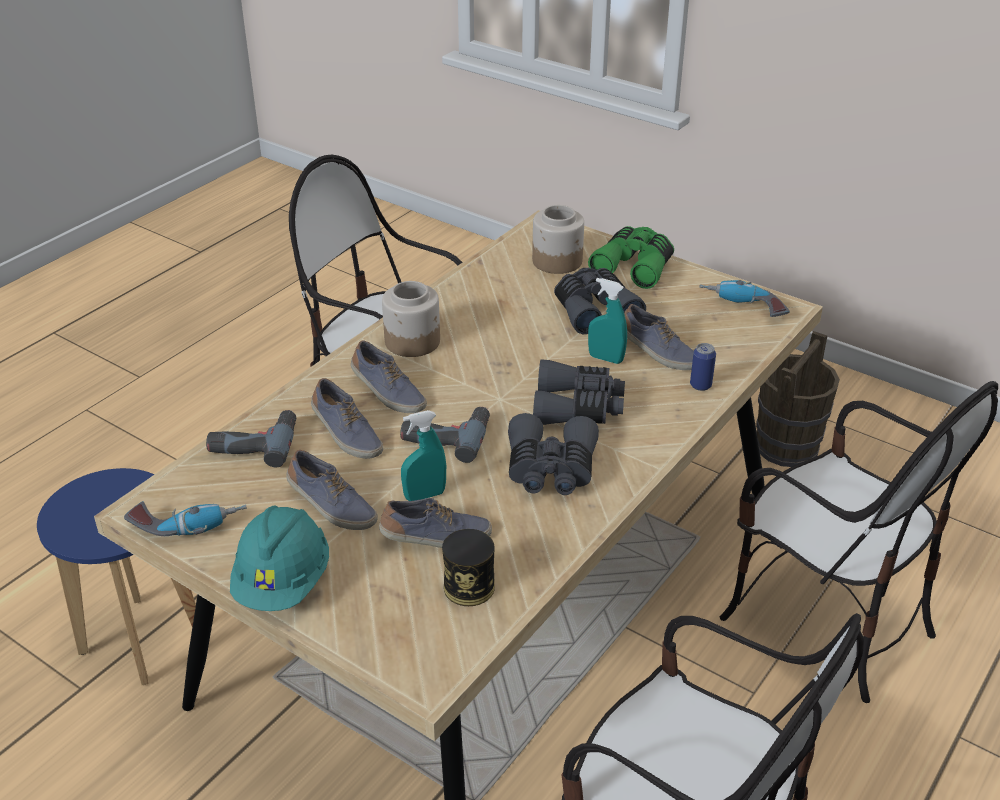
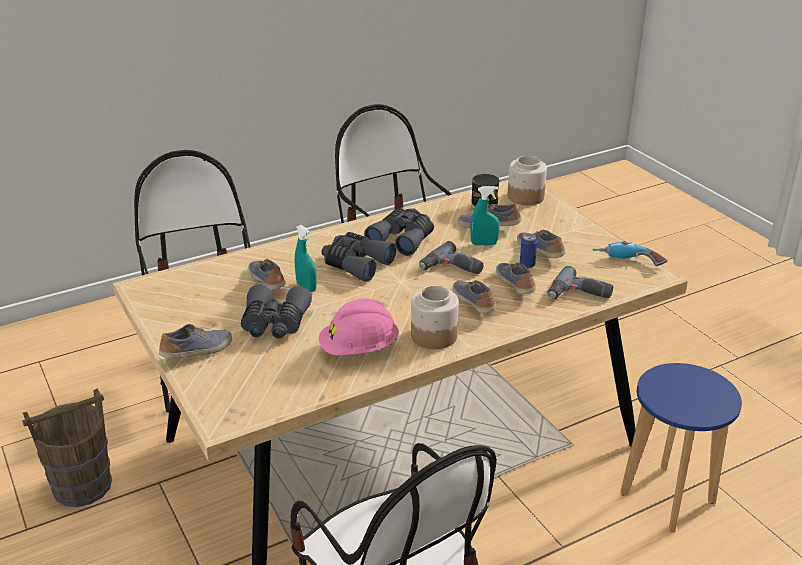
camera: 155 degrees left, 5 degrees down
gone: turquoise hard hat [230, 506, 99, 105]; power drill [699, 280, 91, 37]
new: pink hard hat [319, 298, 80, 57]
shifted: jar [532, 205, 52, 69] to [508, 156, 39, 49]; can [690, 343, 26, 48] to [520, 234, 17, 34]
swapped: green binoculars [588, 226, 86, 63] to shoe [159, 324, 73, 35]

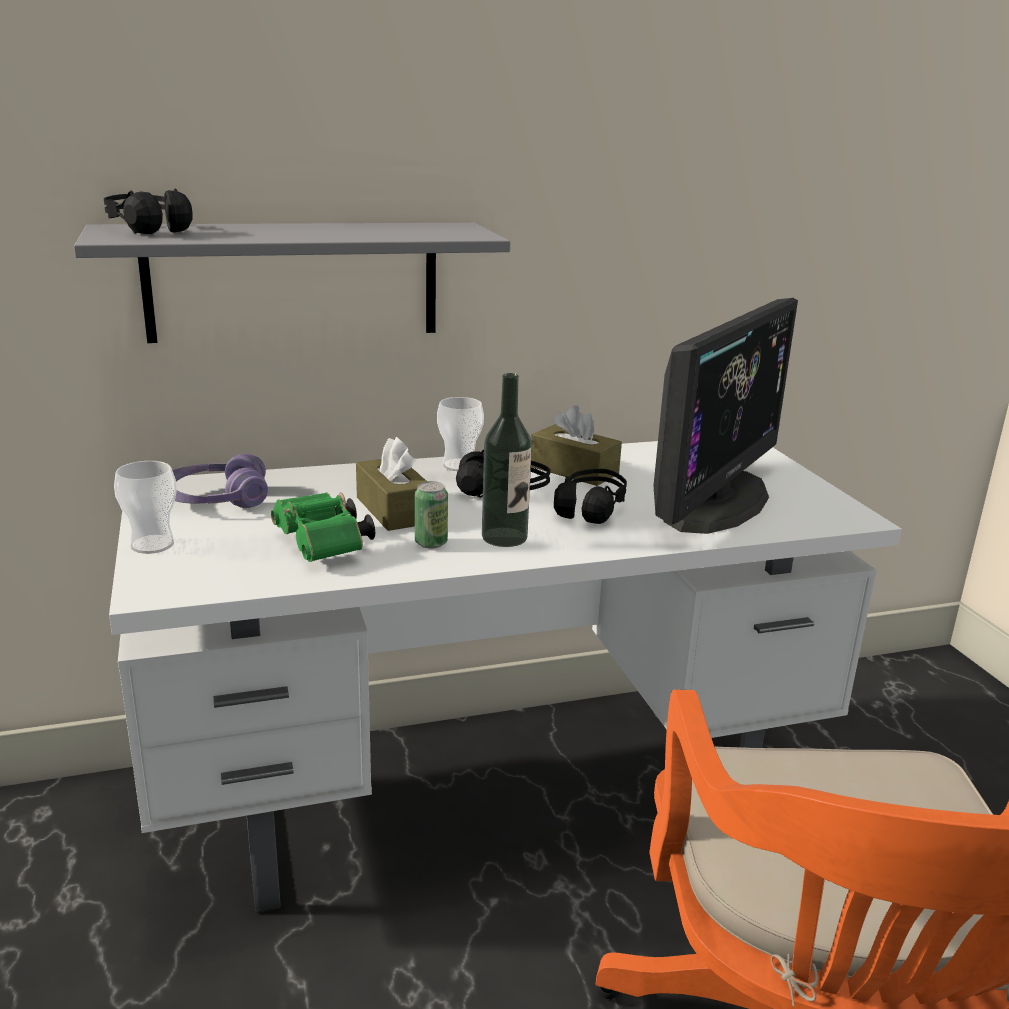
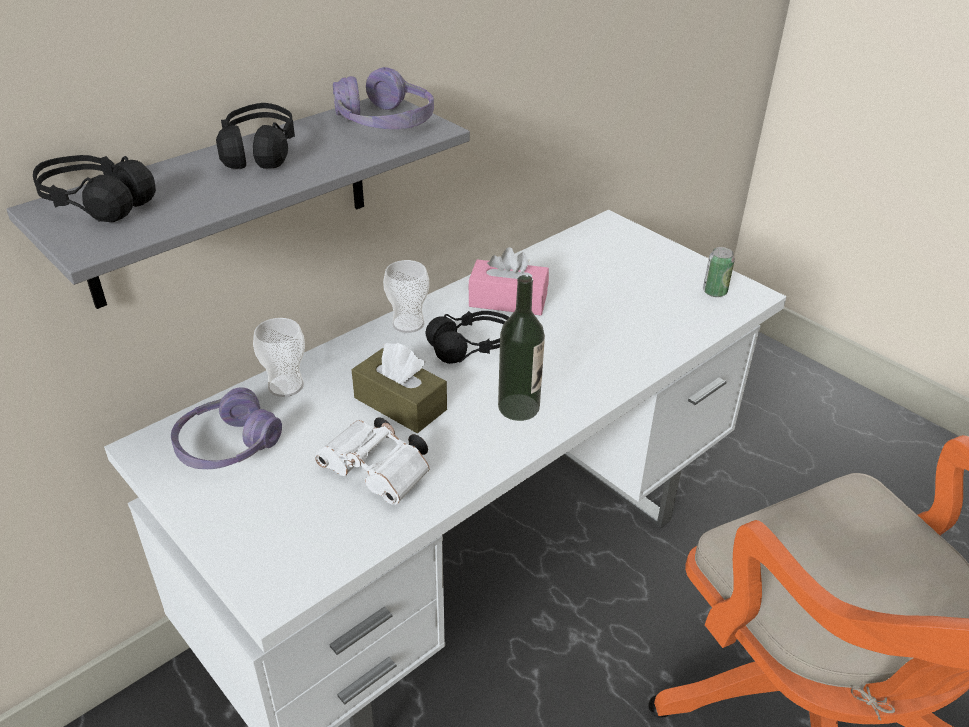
camera: 25 degrees left, 15 degrees up
gone: monitor [653, 298, 145, 236]
new: purple headphones [333, 67, 101, 62]
shifted: black headphones [554, 469, 73, 55] to [216, 103, 79, 66]; cup [114, 461, 63, 93] to [253, 318, 52, 79]; can [415, 481, 33, 68] to [703, 247, 32, 50]
repainted: green binoculars [271, 492, 104, 70] to white binoculars [315, 417, 115, 87]; brown tissue box [531, 405, 91, 81] to pink tissue box [468, 247, 81, 68]

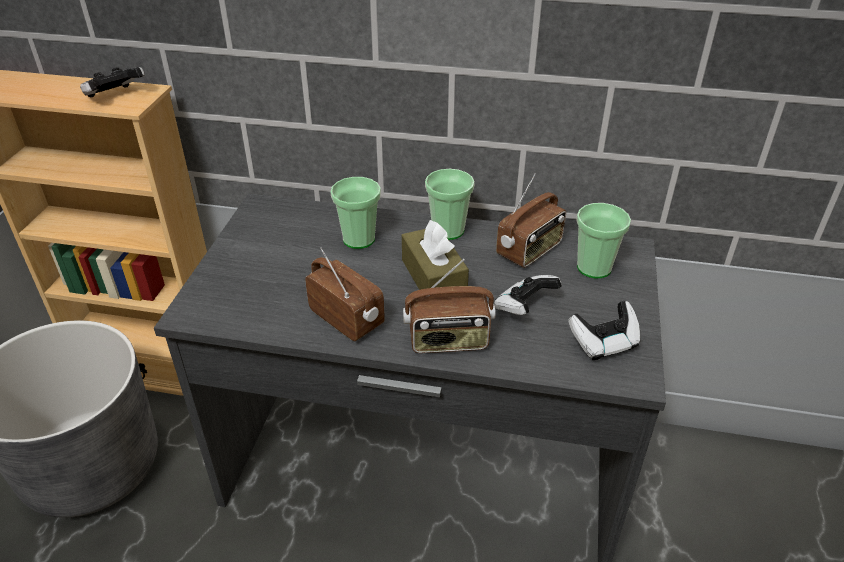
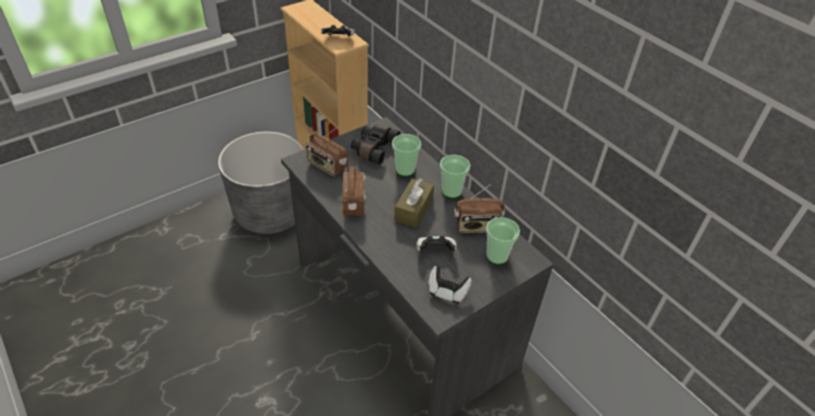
camera: 40 degrees right, 5 degrees up
new: black binoculars [351, 125, 50, 39]
shifted: radio [403, 259, 93, 94] to [306, 128, 42, 48]

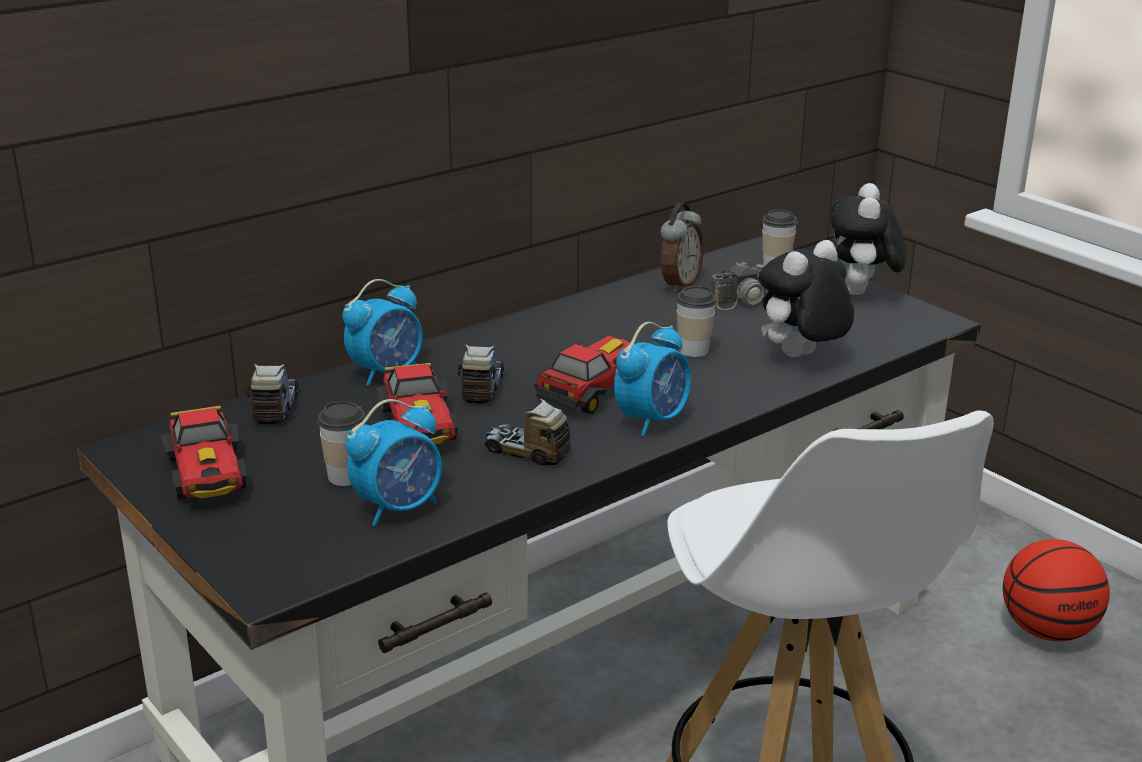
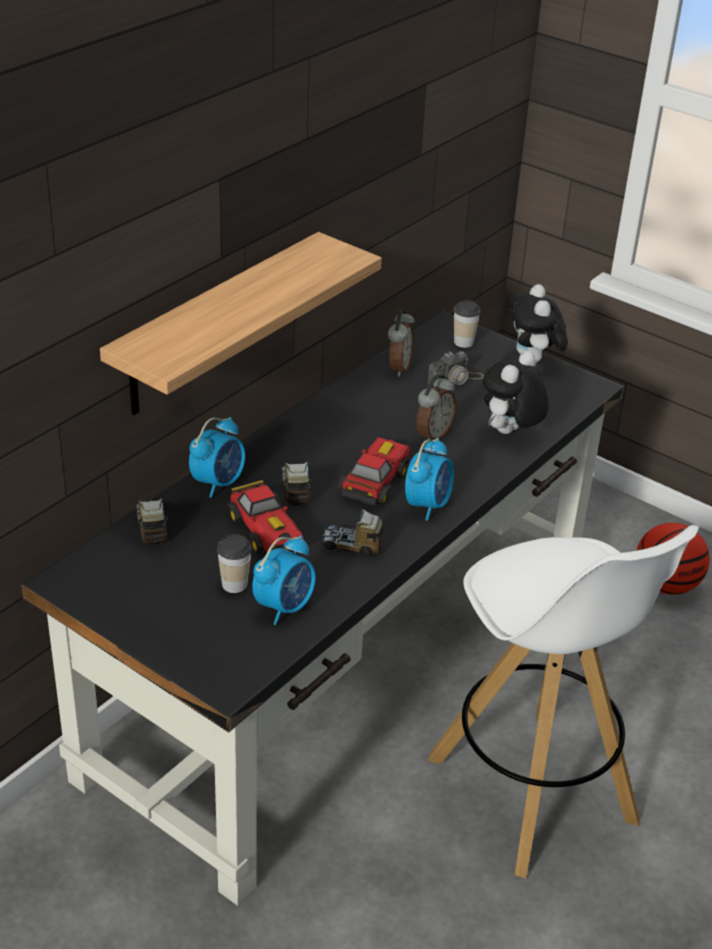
camera: 15 degrees left, 10 degrees up
gone: toy car [161, 406, 86, 93]
new: shelf [100, 232, 282, 183]
swapped: cup [676, 286, 40, 71] to alarm clock [416, 374, 41, 69]

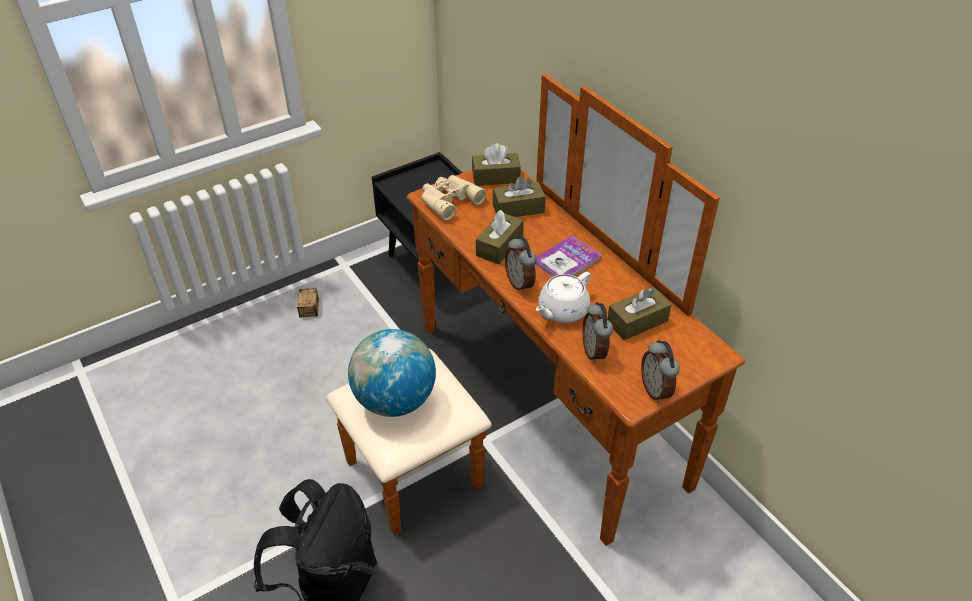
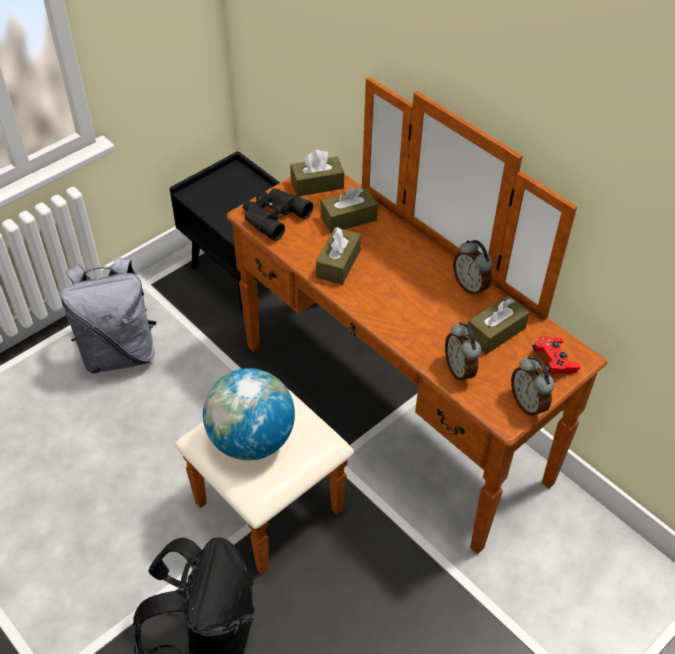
camera: 10 degrees left, 5 degrees up
gone: book [535, 235, 67, 42]; white teapot [536, 272, 55, 51]
new: red game controller [533, 336, 48, 39]
shifted: alarm clock [505, 237, 32, 57] to [453, 240, 40, 57]
swapped: storage box [297, 288, 22, 30] to grey backpack [61, 257, 96, 116]
repainted: beige binoculars [421, 175, 65, 46] to black binoculars [243, 188, 70, 53]

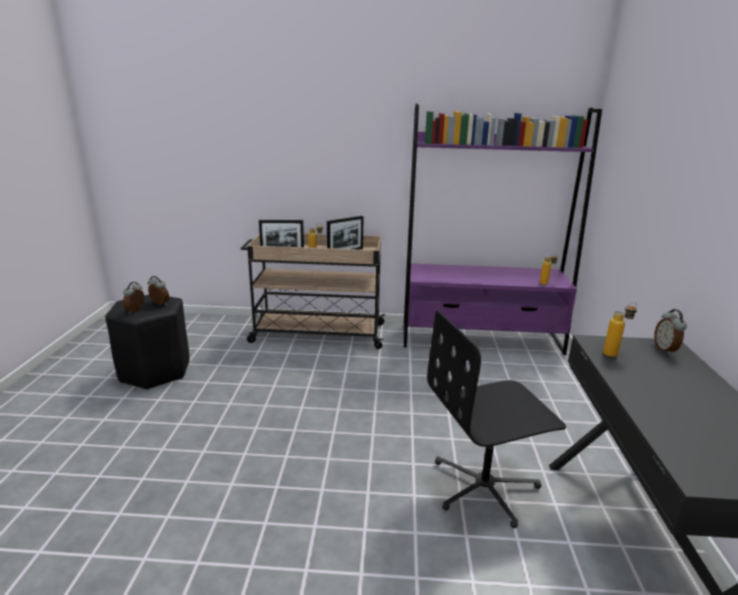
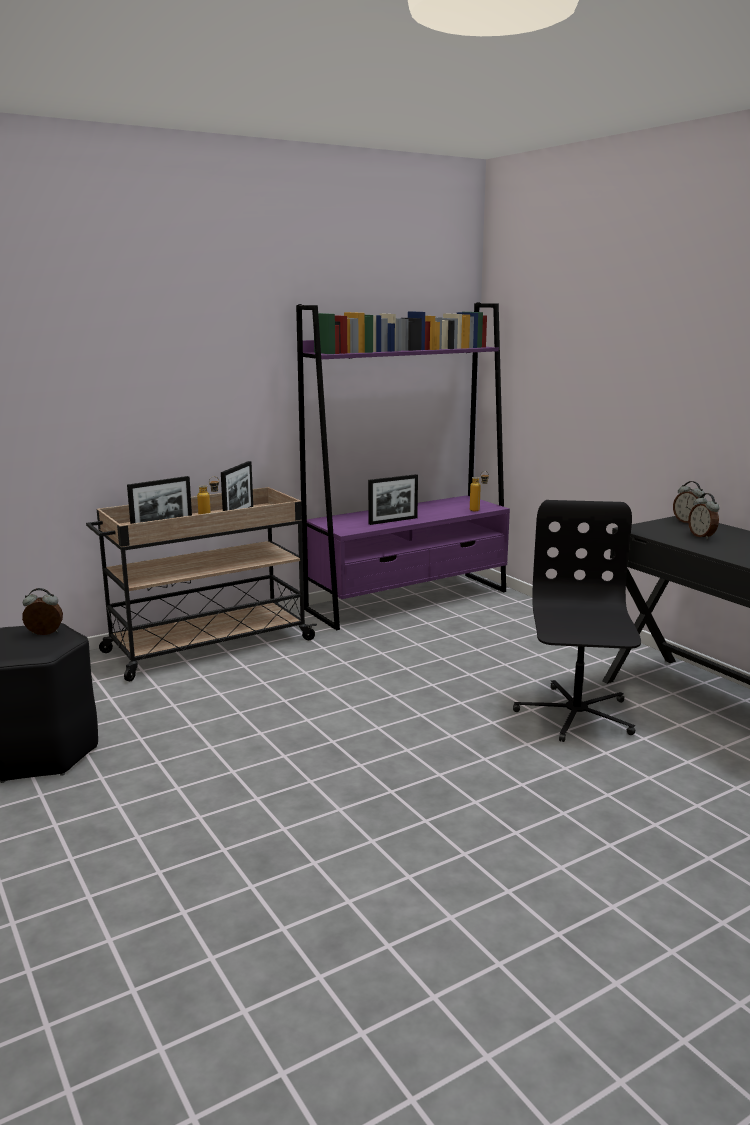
camera: 35 degrees left, 5 degrees down
gone: bottle [603, 302, 34, 55]
new: picture frame [368, 474, 50, 51]
shifted: alarm clock [123, 282, 21, 32] to [688, 493, 32, 46]
rotated: black office chair [427, 310, 139, 219] = [513, 500, 128, 242] 150 degrees clockwise

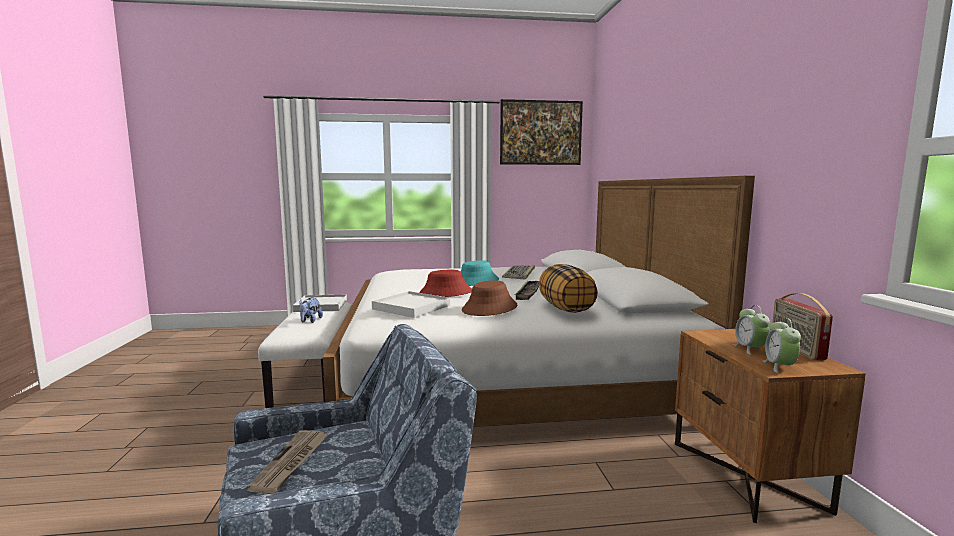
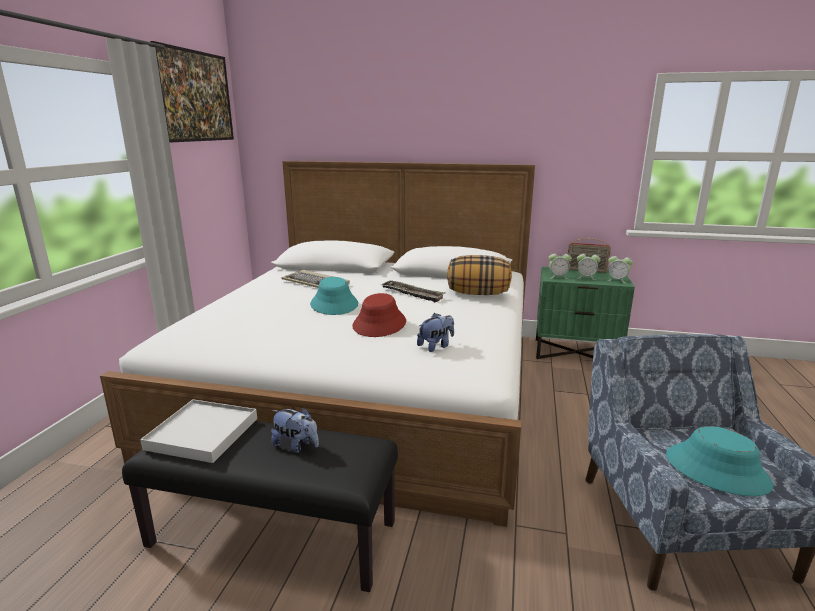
camera: 70 degrees left, 10 degrees up
gone: brown hat [462, 280, 55, 36]
new: alarm clock [548, 250, 24, 29]
swapped: white tray [372, 291, 78, 27] to plush toy [417, 313, 37, 39]; newspaper [246, 430, 83, 63] to turquoise hat [666, 426, 107, 70]
repainted: white bench [258, 302, 93, 106] to black bench [122, 421, 276, 171]; brown nightstand [675, 329, 191, 194] to green nightstand [536, 267, 99, 92]

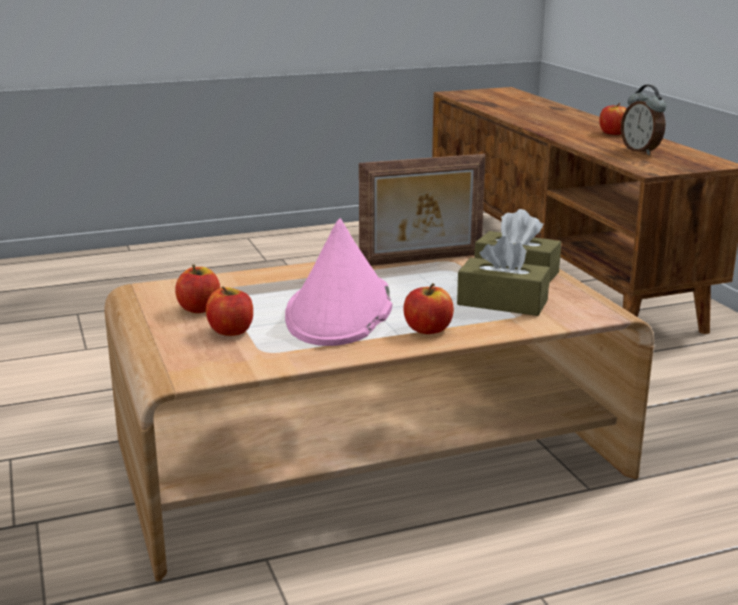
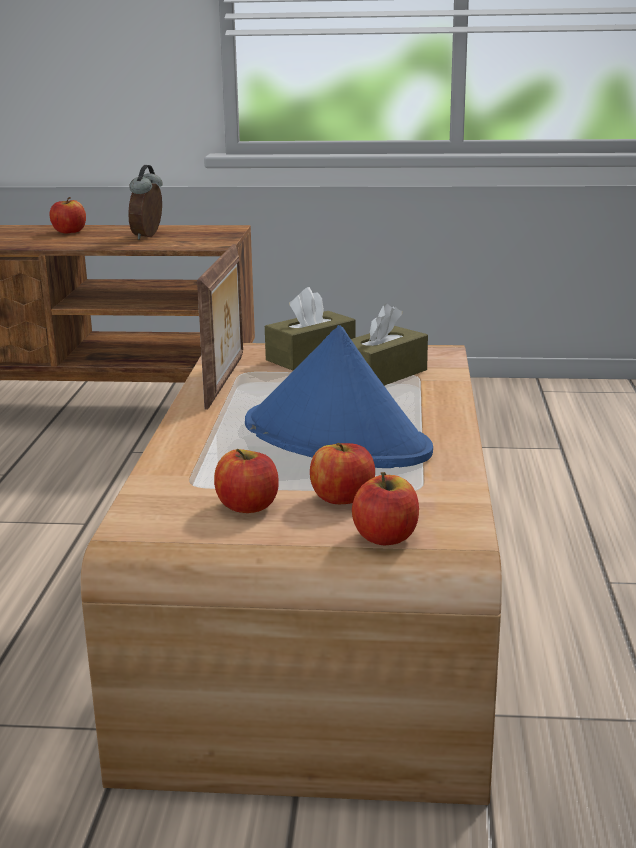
camera: 65 degrees left, 0 degrees up
shifted: apple [404, 283, 50, 51] to [352, 472, 67, 73]
repainted: pink hat [285, 218, 107, 128] to blue hat [245, 325, 188, 143]
rotated: alarm clock [621, 85, 45, 70] = [128, 165, 34, 75] 105 degrees clockwise

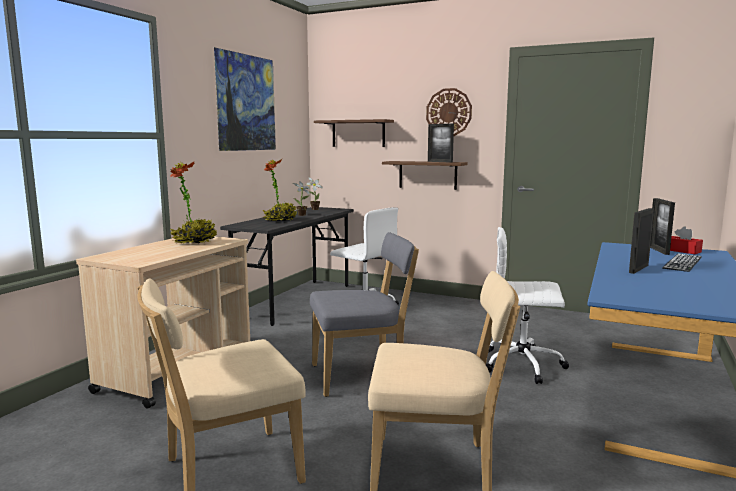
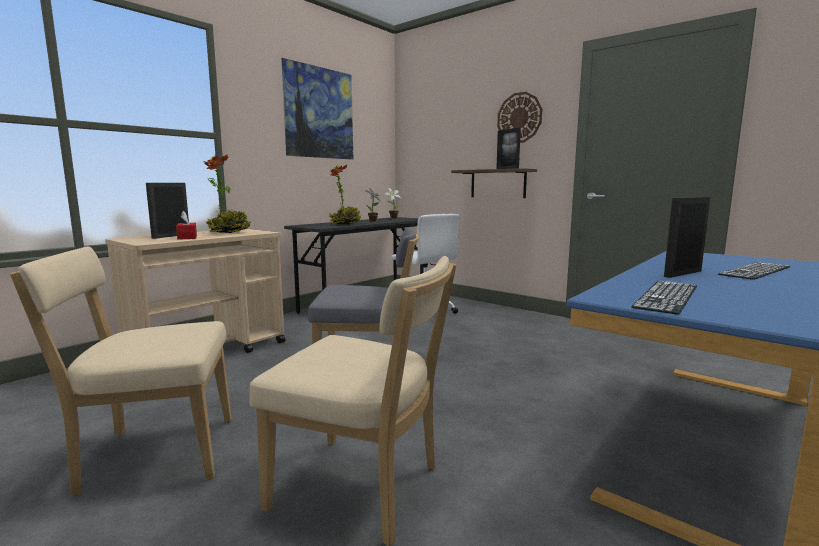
camera: 15 degrees right, 0 degrees up
gone: brown shelf [314, 119, 80, 28]; white office chair [486, 227, 83, 157]
new: keyboard [631, 281, 66, 34]
shifted: picture frame [650, 198, 25, 57] to [146, 183, 43, 56]; red tissue box [670, 227, 33, 27] to [176, 211, 21, 29]

